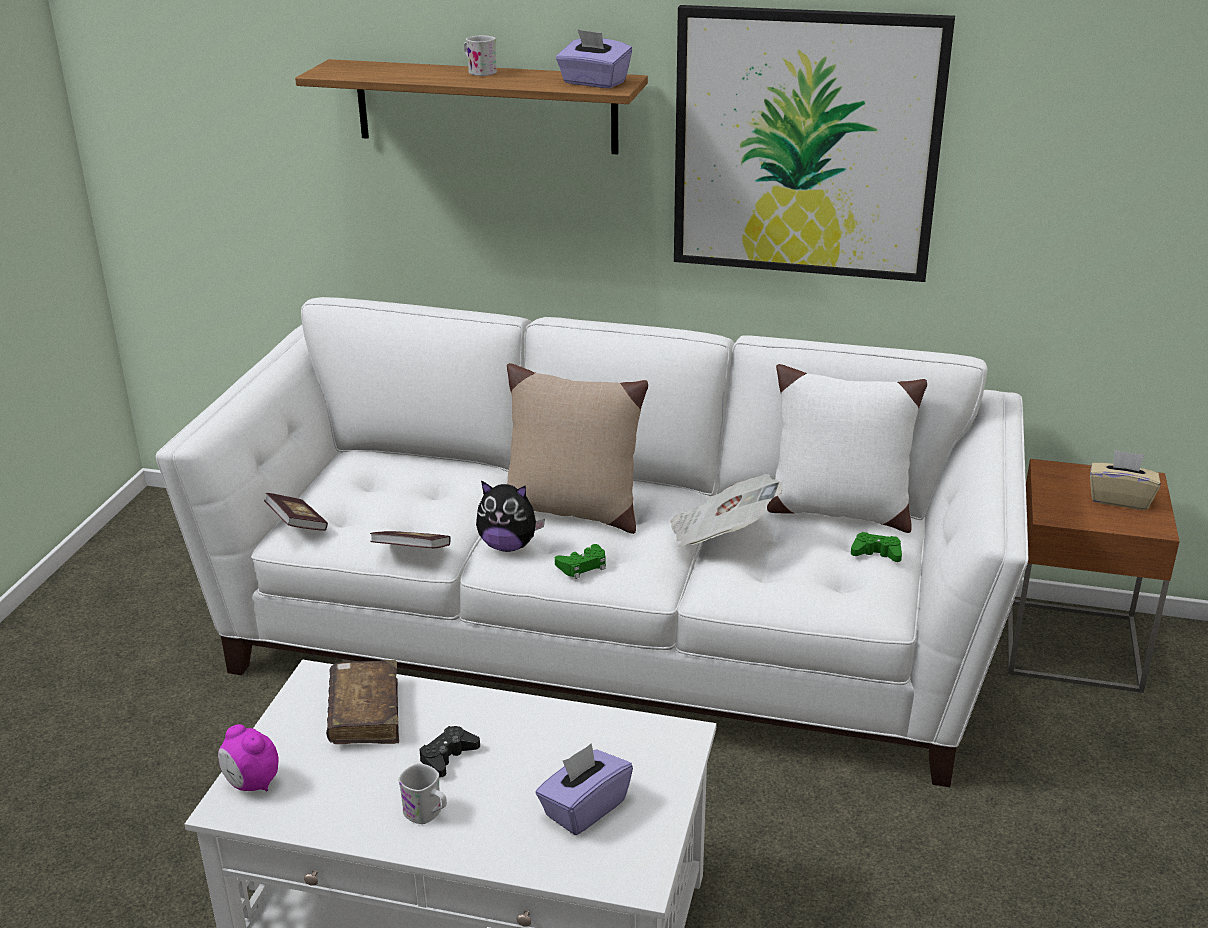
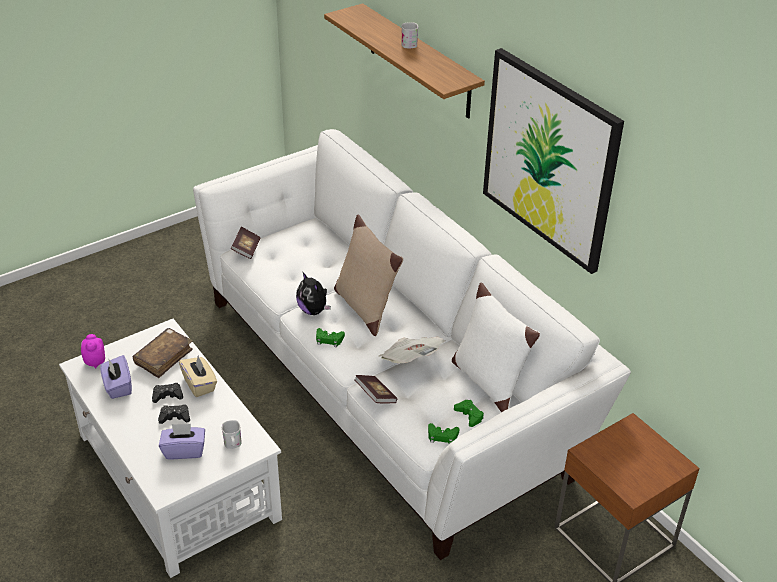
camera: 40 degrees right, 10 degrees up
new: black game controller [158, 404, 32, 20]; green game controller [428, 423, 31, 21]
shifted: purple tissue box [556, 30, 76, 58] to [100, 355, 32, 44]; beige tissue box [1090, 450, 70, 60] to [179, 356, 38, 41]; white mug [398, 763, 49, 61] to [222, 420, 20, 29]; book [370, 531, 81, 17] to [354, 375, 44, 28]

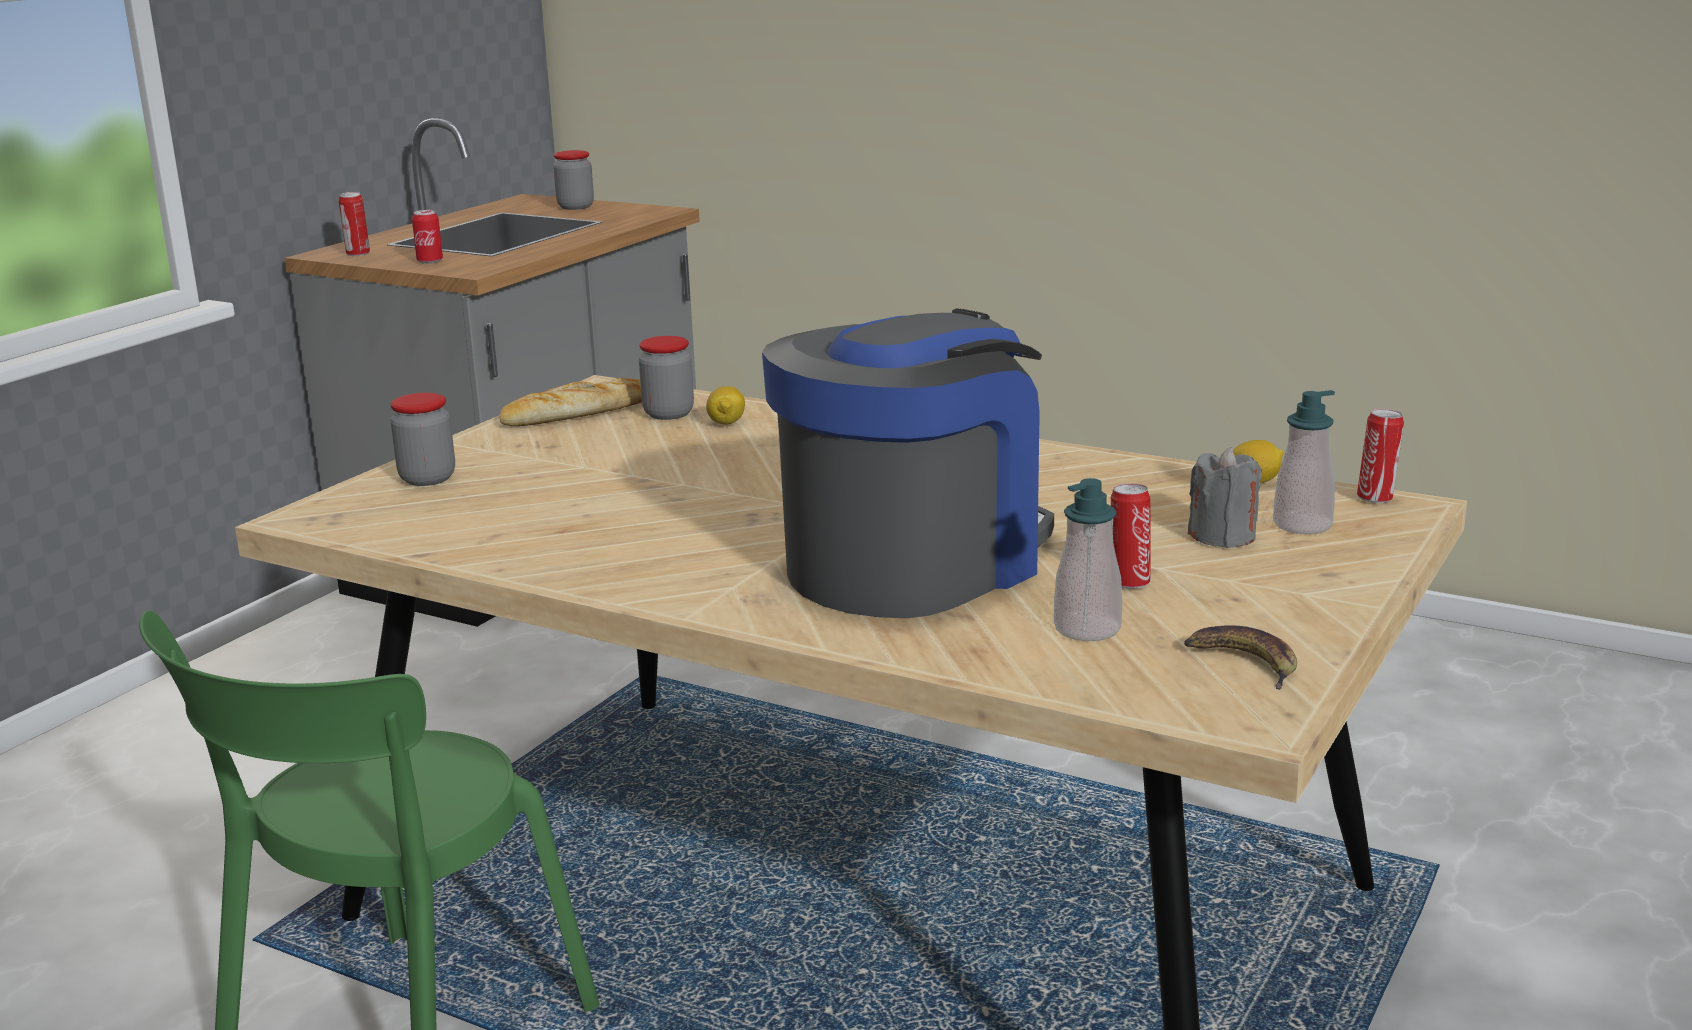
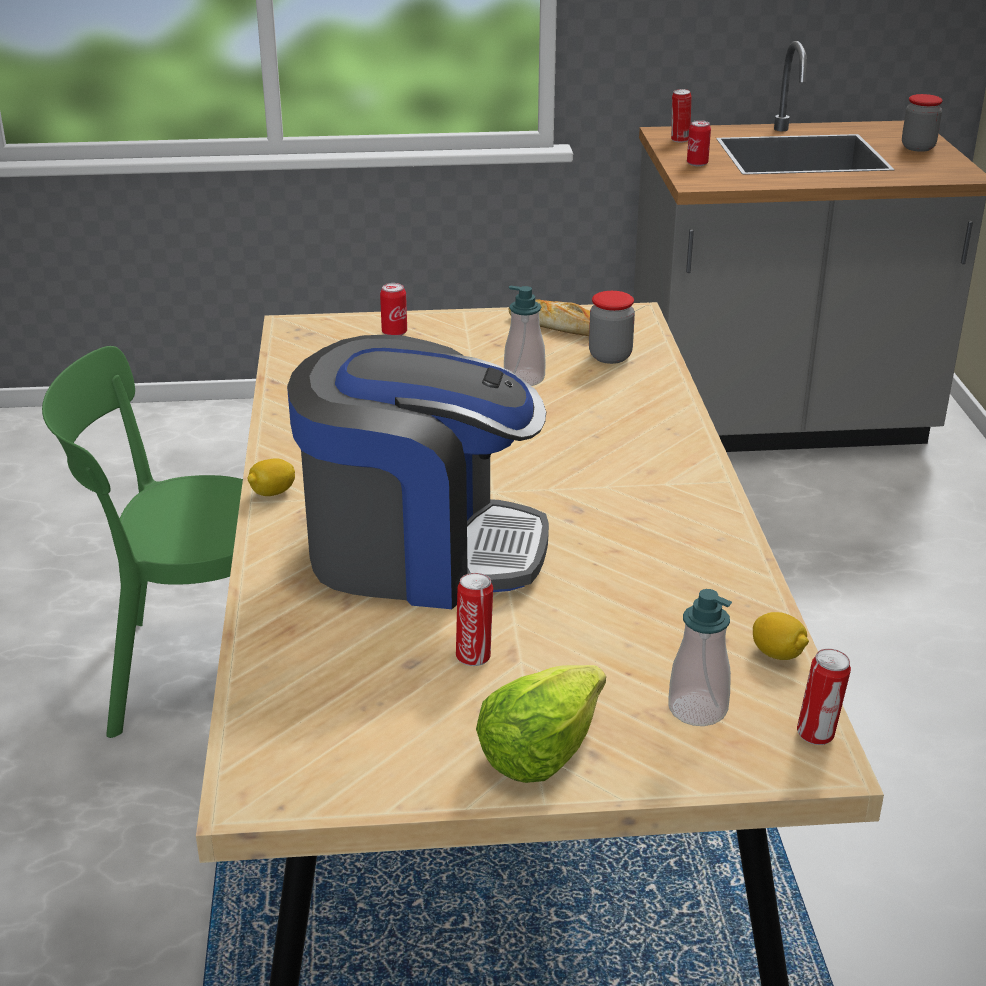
camera: 55 degrees right, 10 degrees up
gone: banana [1184, 625, 113, 65]; grey candle [1188, 447, 74, 101]
new: lettuce [476, 665, 130, 118]
shifted: lemon [706, 386, 39, 39] to [247, 458, 48, 38]; soap dispenser [1054, 478, 68, 163] to [504, 285, 42, 101]
swapped: jar [390, 393, 65, 93] to can [380, 283, 27, 53]

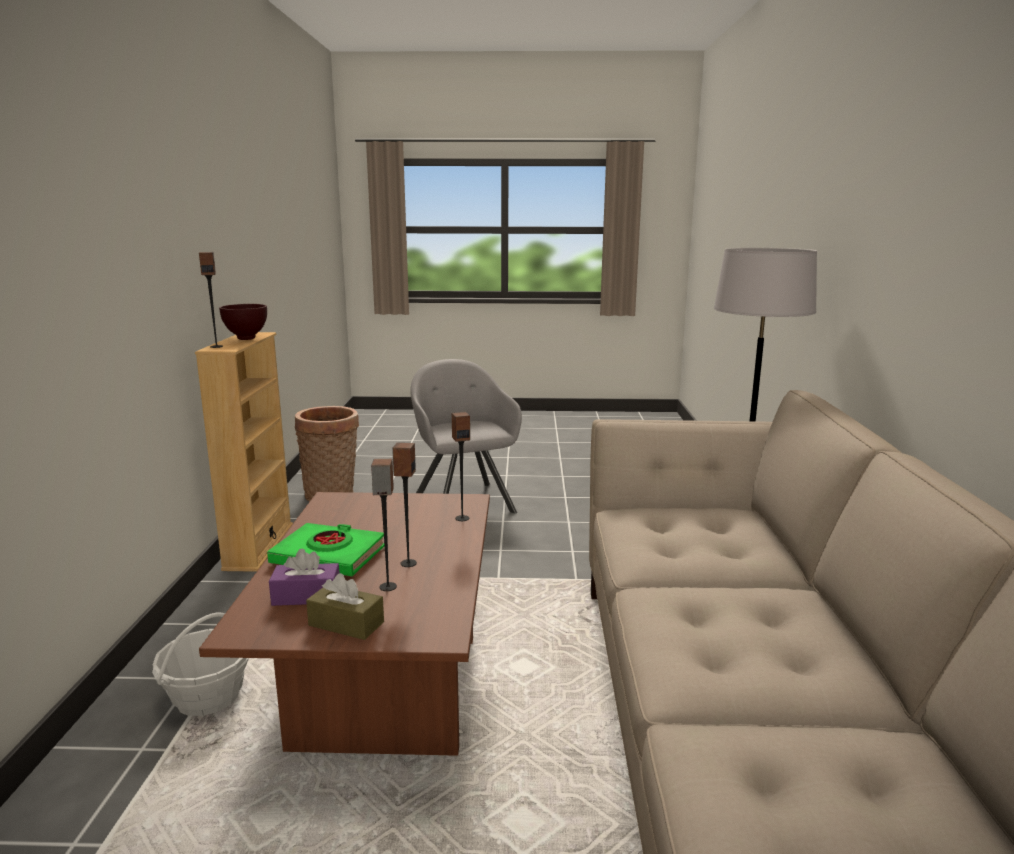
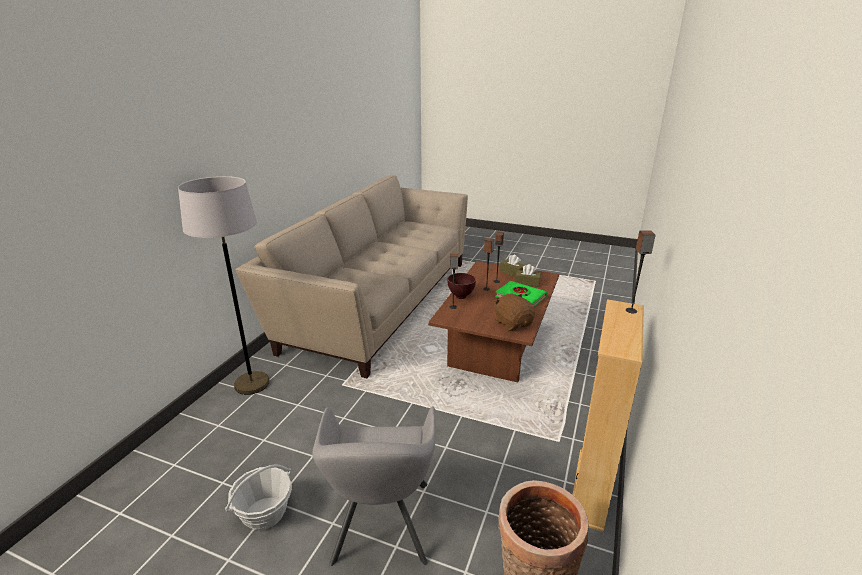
camera: 160 degrees left, 10 degrees up
new: brown plush toy [493, 293, 42, 38]
shifted: basket [152, 613, 97, 103] to [225, 464, 67, 66]; brown bowl [219, 304, 48, 36] to [447, 273, 29, 26]
repainted: purple tissue box [269, 549, 71, 57] to brown tissue box [515, 264, 26, 23]

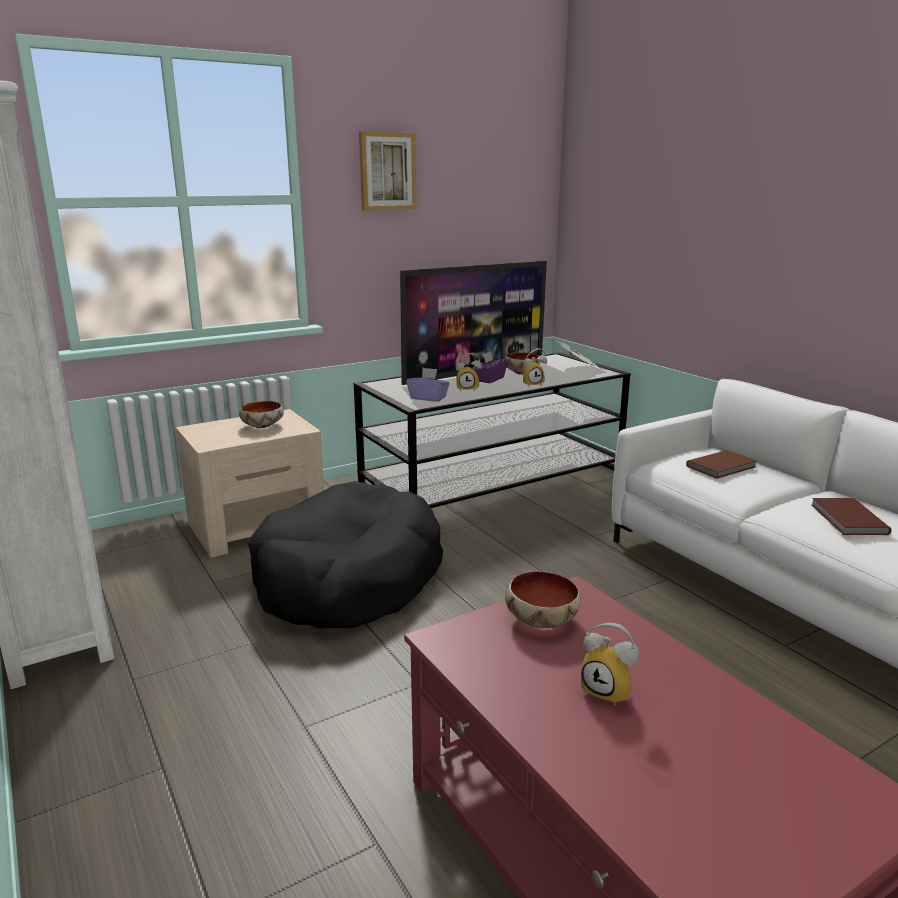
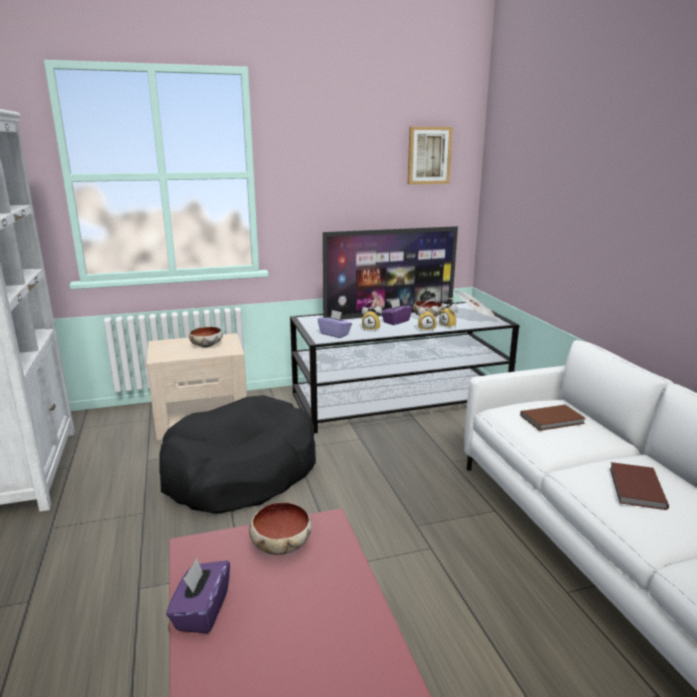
camera: 15 degrees right, 0 degrees up
new: purple tissue box [166, 558, 64, 76]
shifted: picture [359, 131, 58, 80] to [408, 127, 45, 57]; alarm clock [581, 623, 58, 83] to [439, 298, 19, 31]

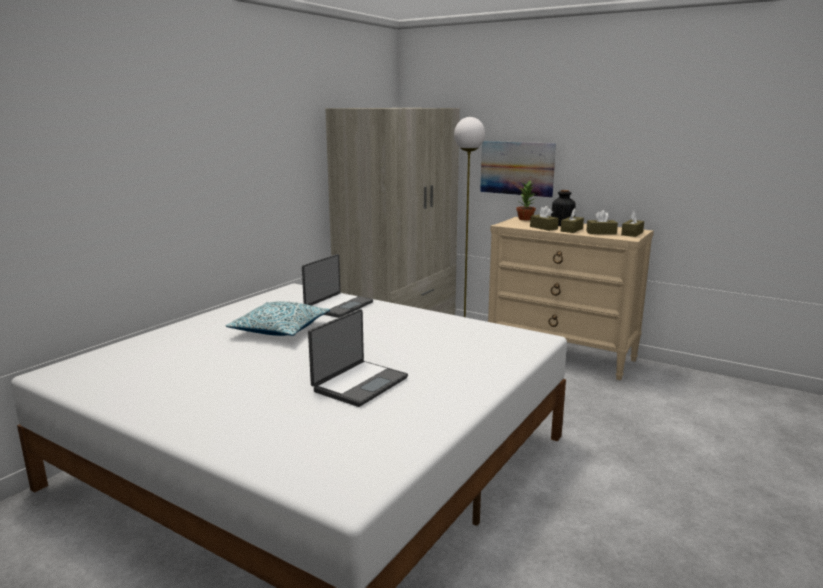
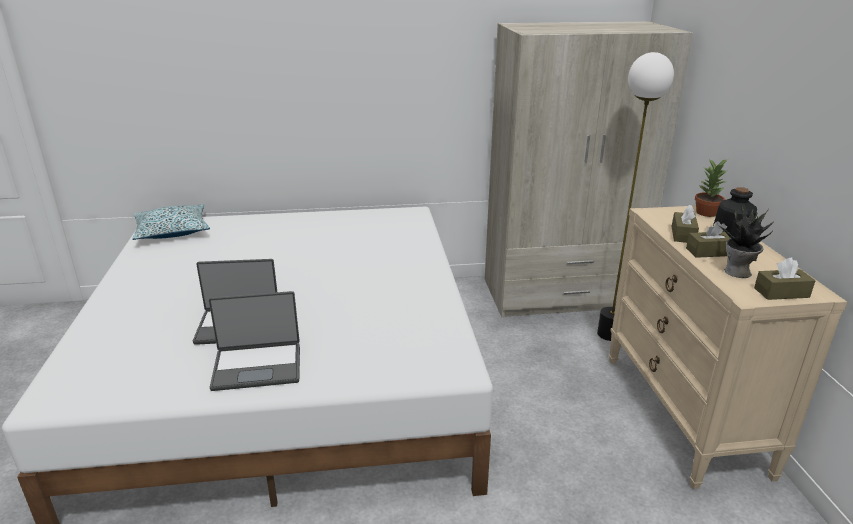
camera: 50 degrees right, 10 degrees up
gone: picture [480, 141, 76, 57]
shifted: pillow [226, 301, 104, 35] to [132, 204, 78, 36]; laptop [302, 254, 71, 64] to [209, 291, 91, 100]
swapped: brown tissue box [586, 210, 32, 24] to potted plant [717, 204, 58, 74]

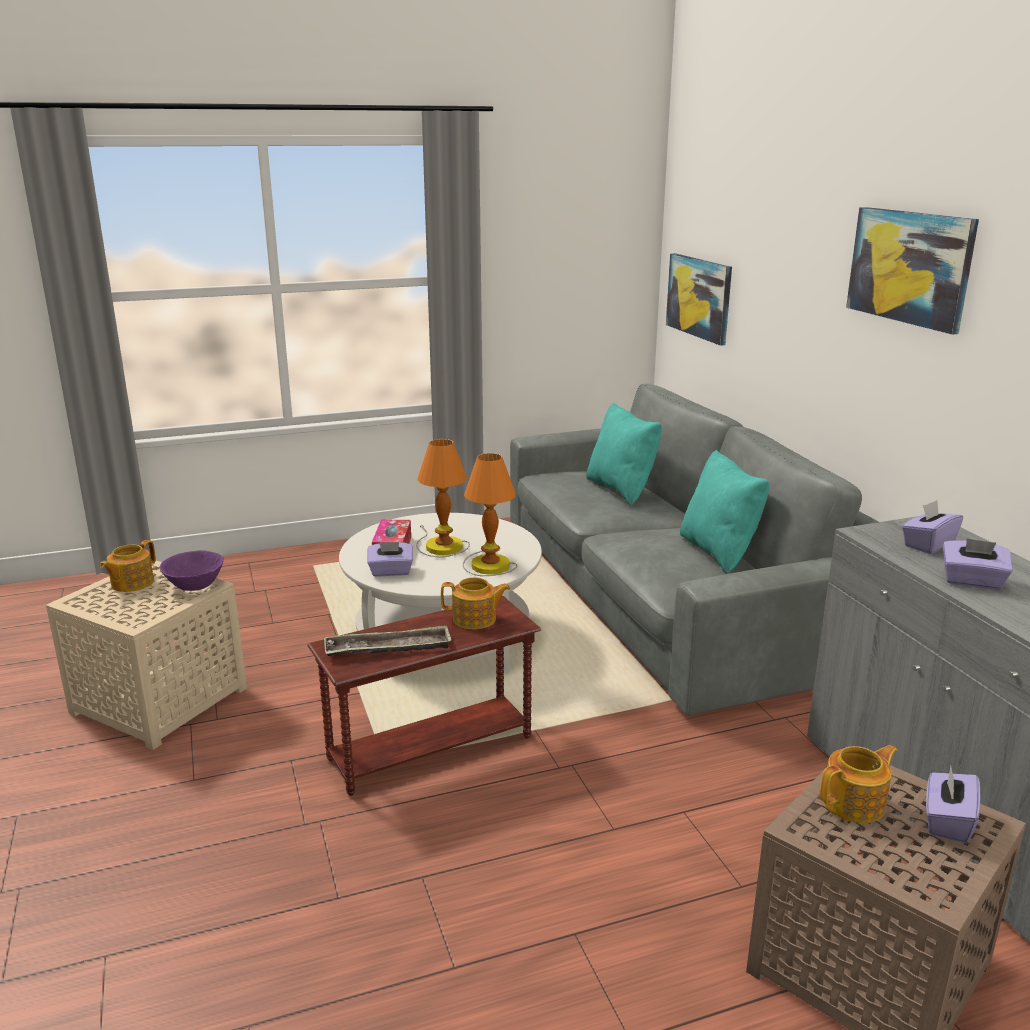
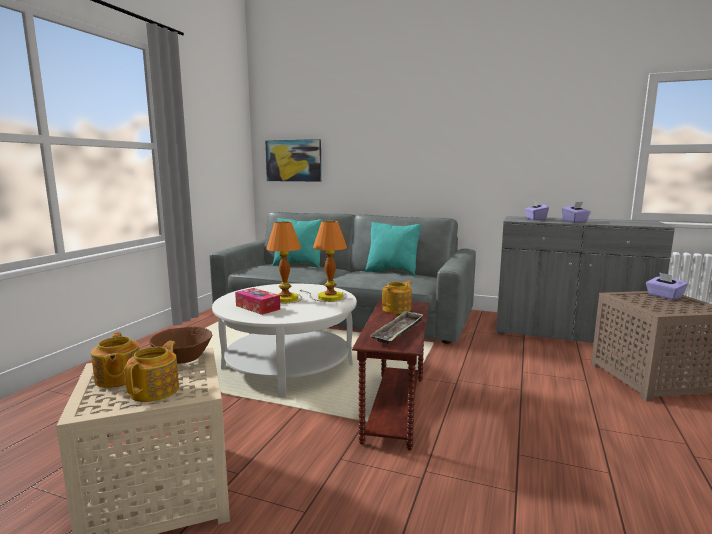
camera: 50 degrees left, 10 degrees down
gone: purple tissue box [368, 542, 45, 34]; picture [846, 207, 133, 128]
shifted: teapot [820, 745, 77, 78] to [124, 341, 55, 61]
repainted: purple bowl [159, 550, 65, 41] to brown bowl [149, 327, 63, 37]

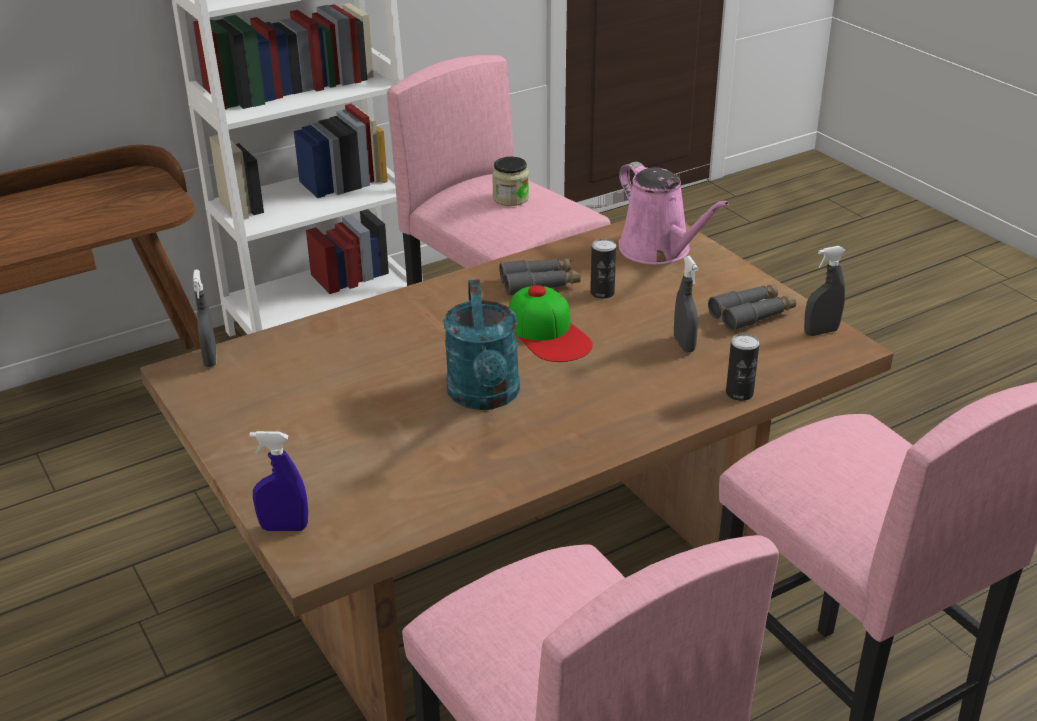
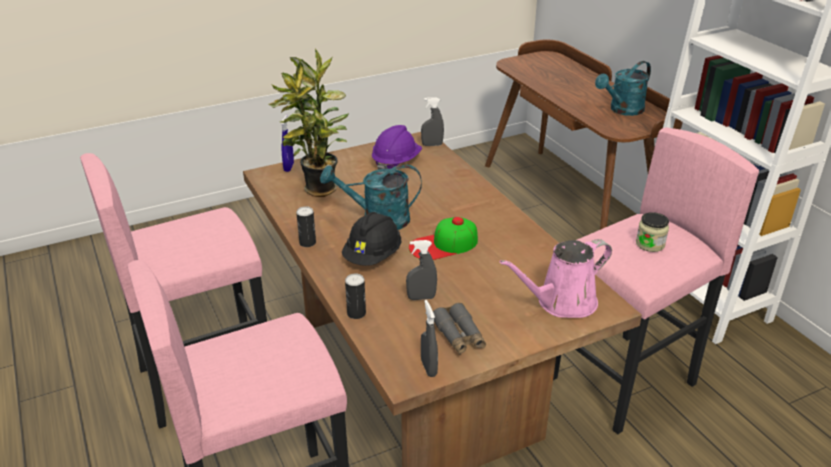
camera: 95 degrees right, 0 degrees up
gone: grey binoculars [499, 259, 82, 37]
new: potted plant [269, 49, 80, 148]; black hard hat [342, 212, 59, 54]; purple hard hat [372, 125, 50, 45]; turquoise watering can [595, 61, 56, 55]
shifted: can [590, 239, 26, 60] to [296, 206, 20, 41]

